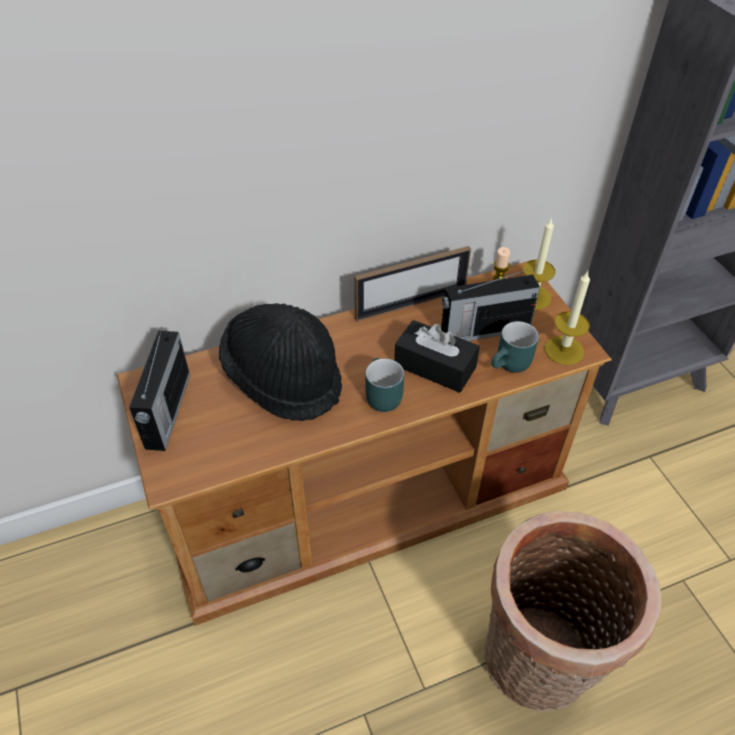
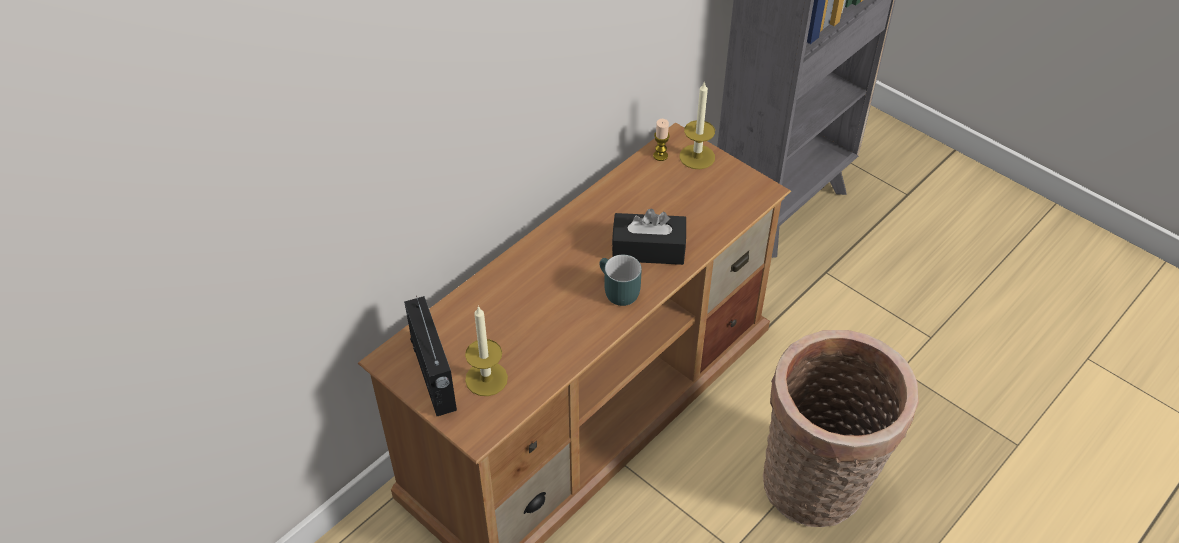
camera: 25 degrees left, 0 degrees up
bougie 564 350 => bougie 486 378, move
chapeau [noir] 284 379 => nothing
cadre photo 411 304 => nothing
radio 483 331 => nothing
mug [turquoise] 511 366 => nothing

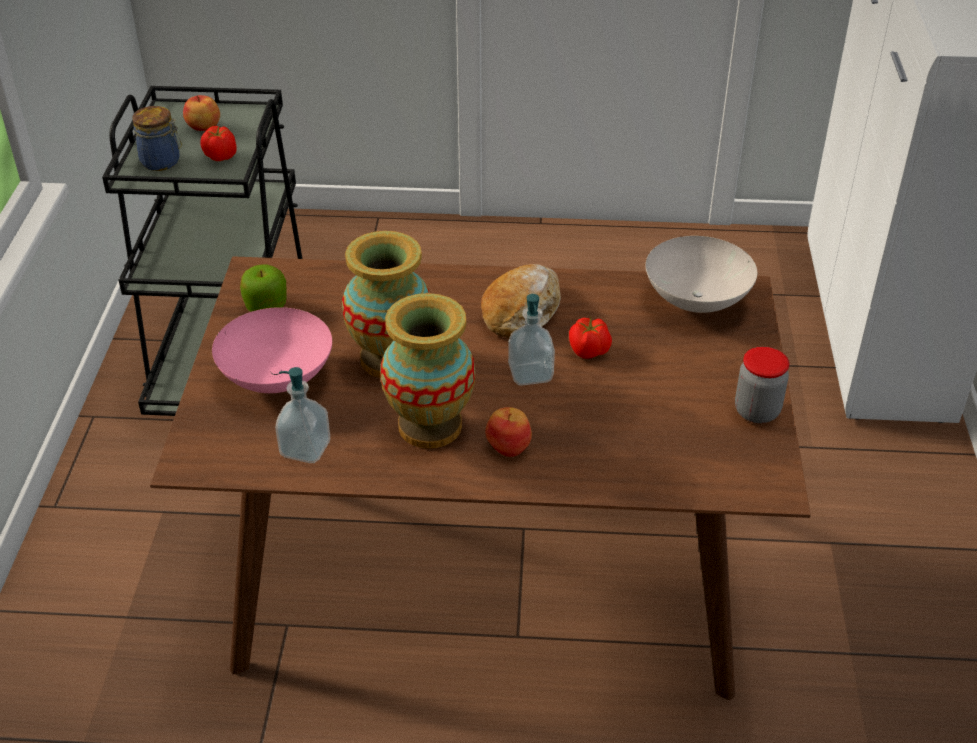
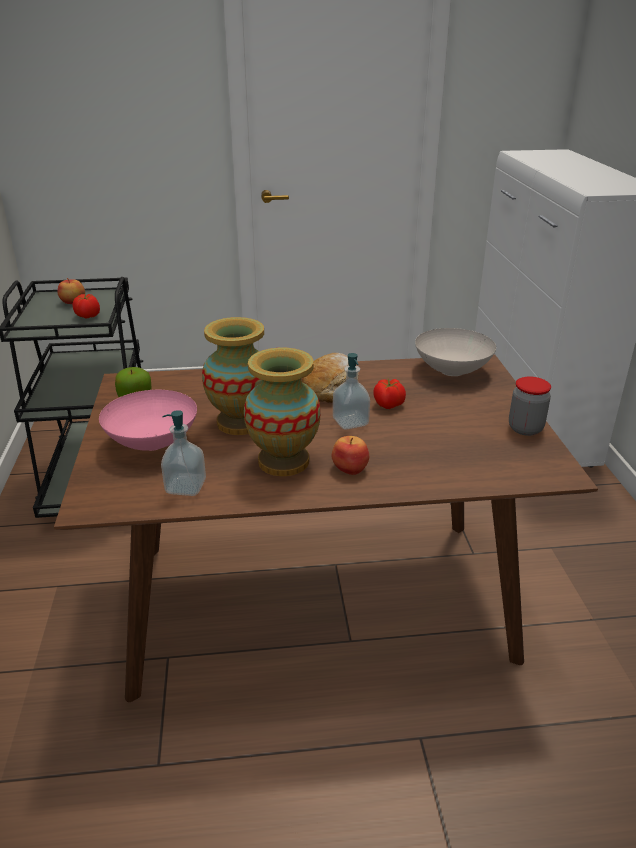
camera: 10 degrees left, 10 degrees down
bocal 162 162 => nothing

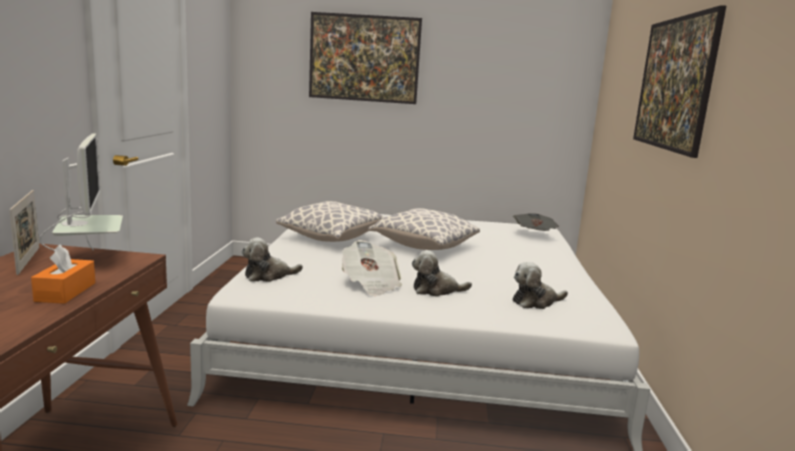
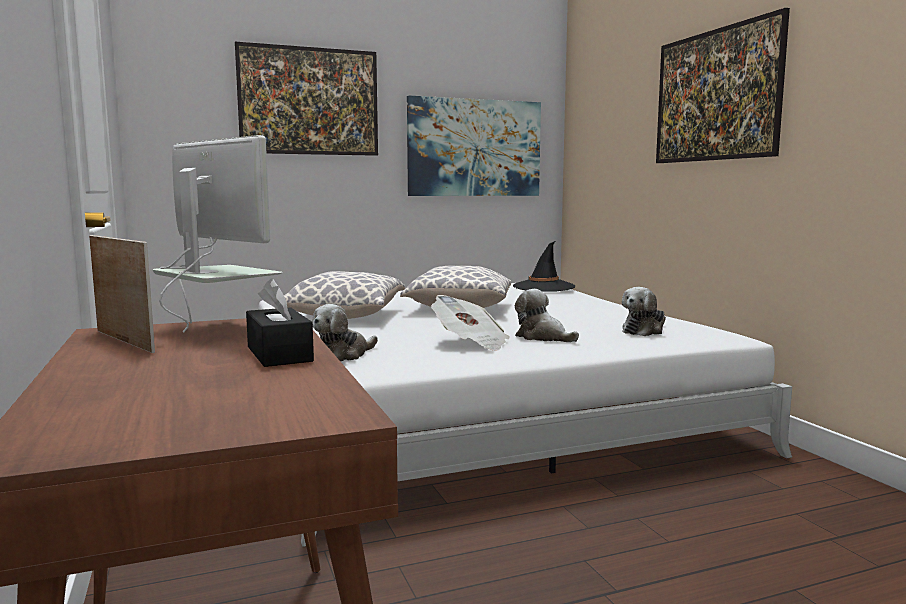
camera: 25 degrees left, 5 degrees down
boîte à mouchoirs [orange] 65 292 => boîte à mouchoirs [noir] 279 354
nothing => tableau 474 148
journal 534 234 => chapeau [noir] 543 287
peluche 436 290 => peluche 543 337, 75 degrees clockwise

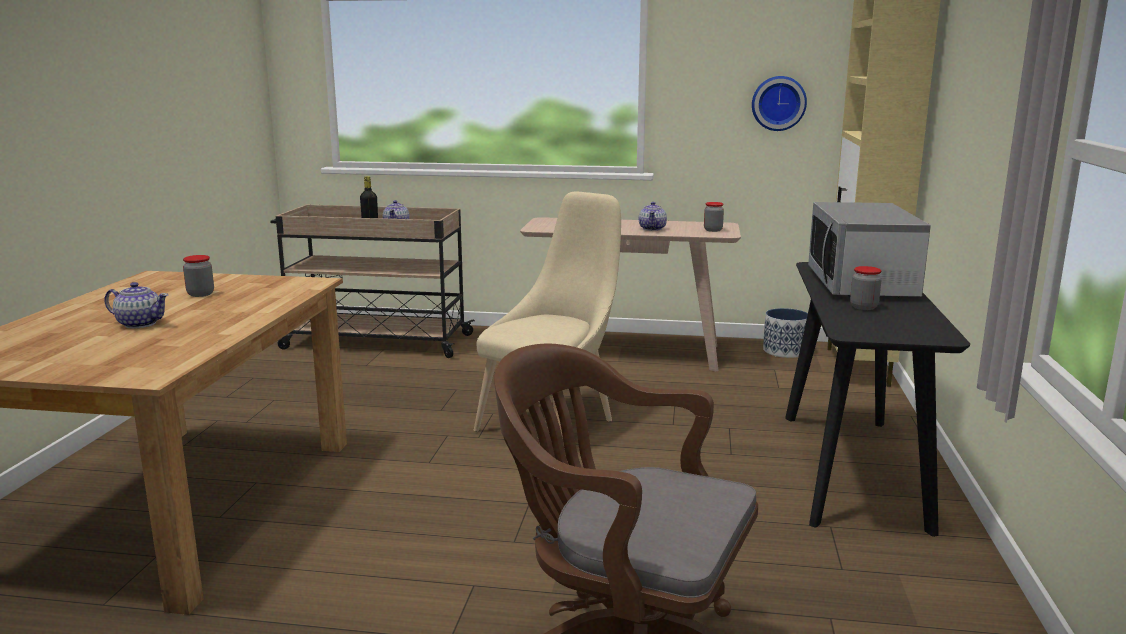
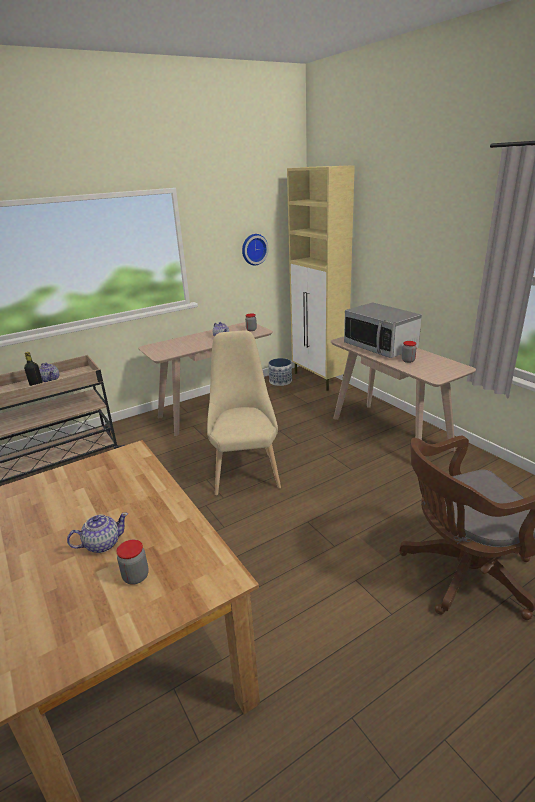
camera: 40 degrees left, 10 degrees up
bocal 200 294 => bocal 136 576, move
table console [noir] 852 468 => table console [beige] 390 433

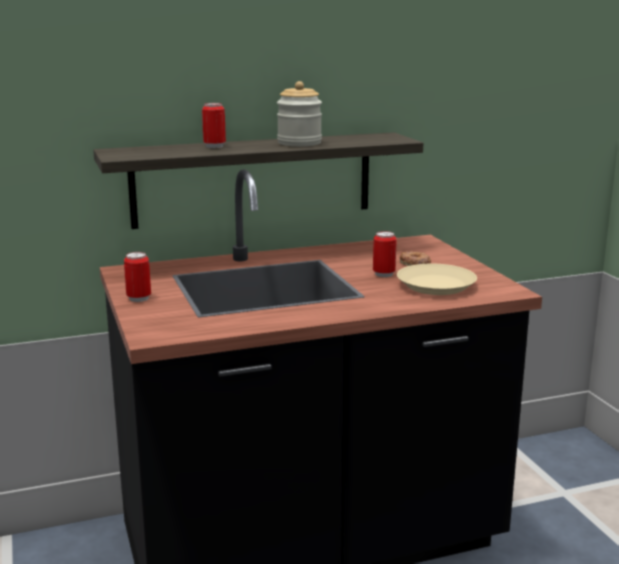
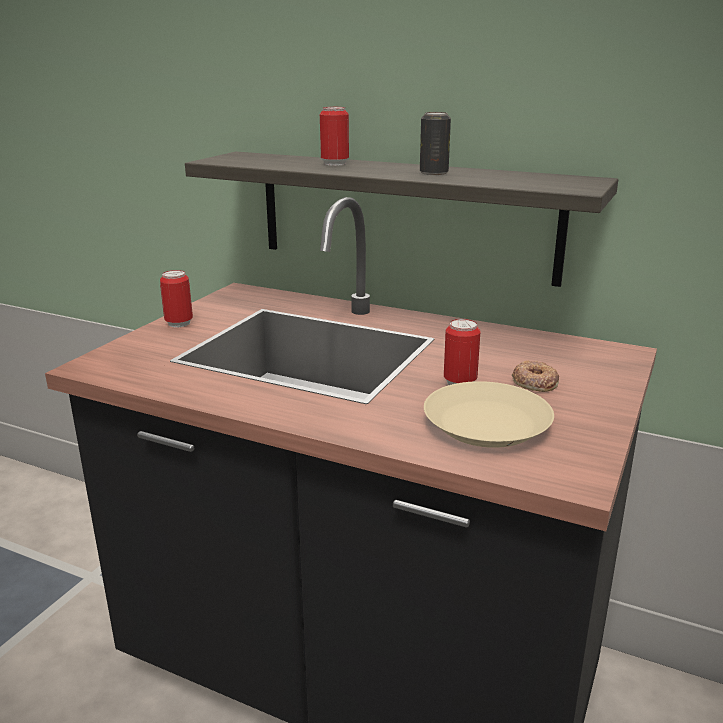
camera: 45 degrees right, 5 degrees up
bocal 299 143 => boîte métallique 433 173

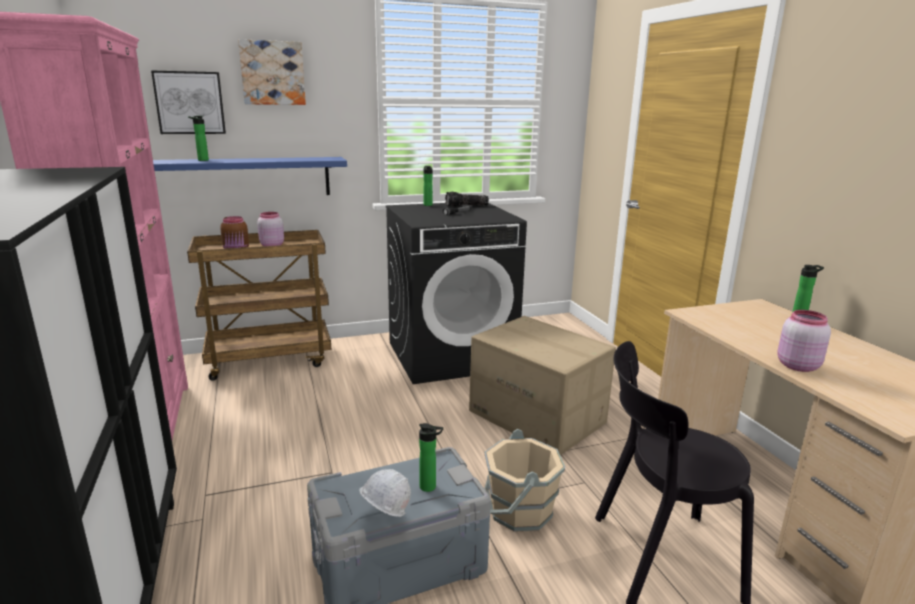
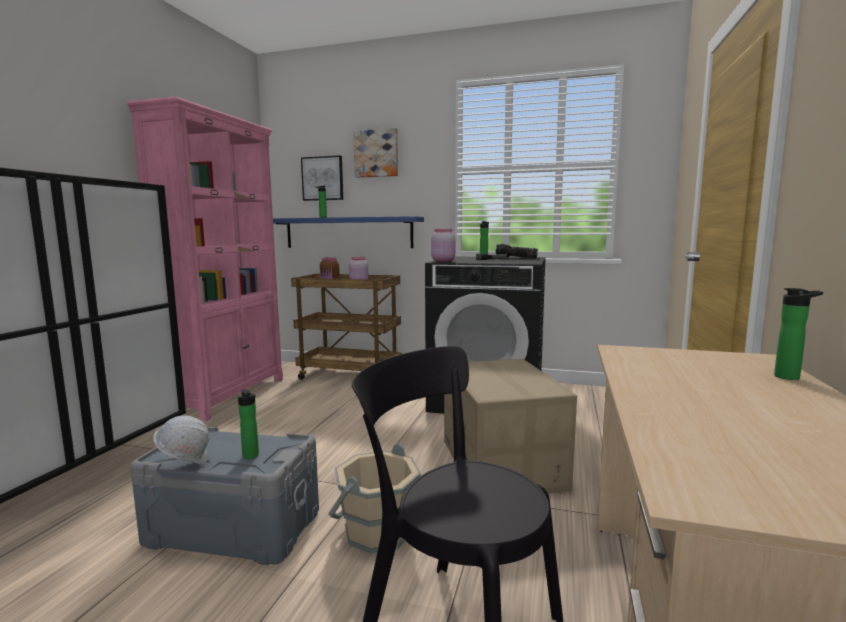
camera: 35 degrees right, 10 degrees down
bocal [rose] 796 365 => bocal [rose] 443 261, move

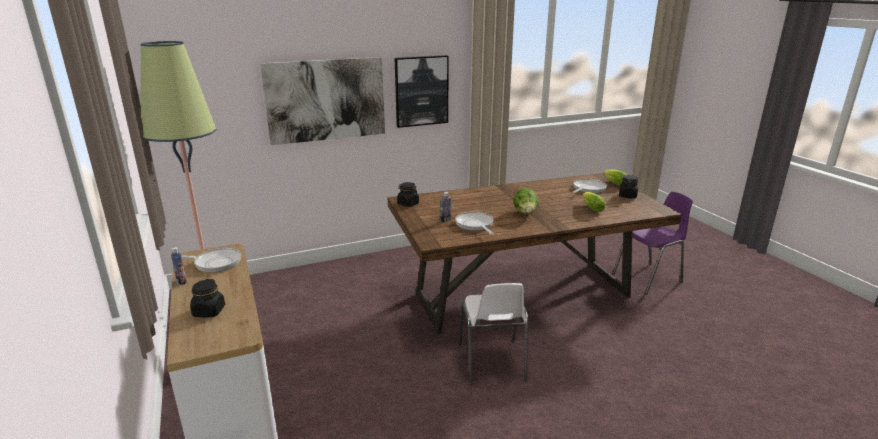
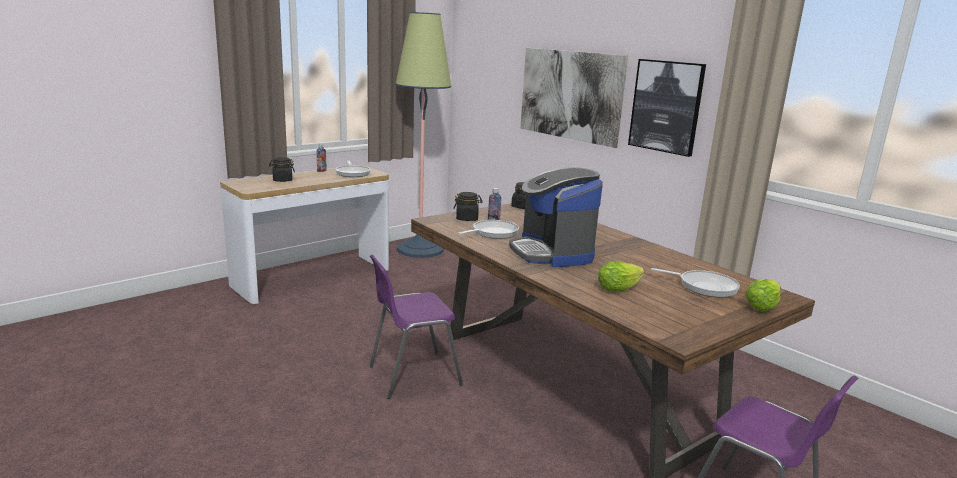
camera: 70 degrees right, 5 degrees down
chaise [blanc] 492 363 => chaise [violet] 412 375
bocal [noir] 627 196 => bocal [noir] 467 218, move
laitue 525 214 => machine à café 552 253

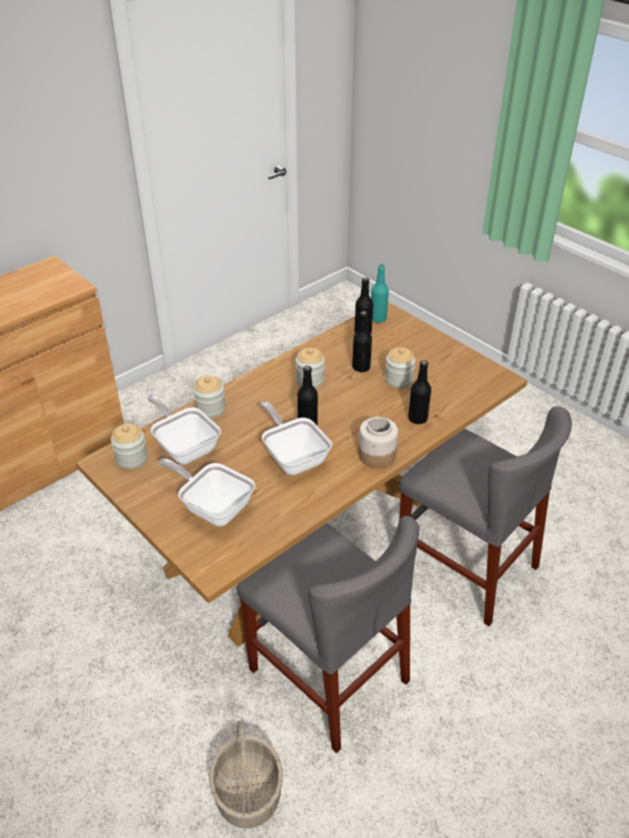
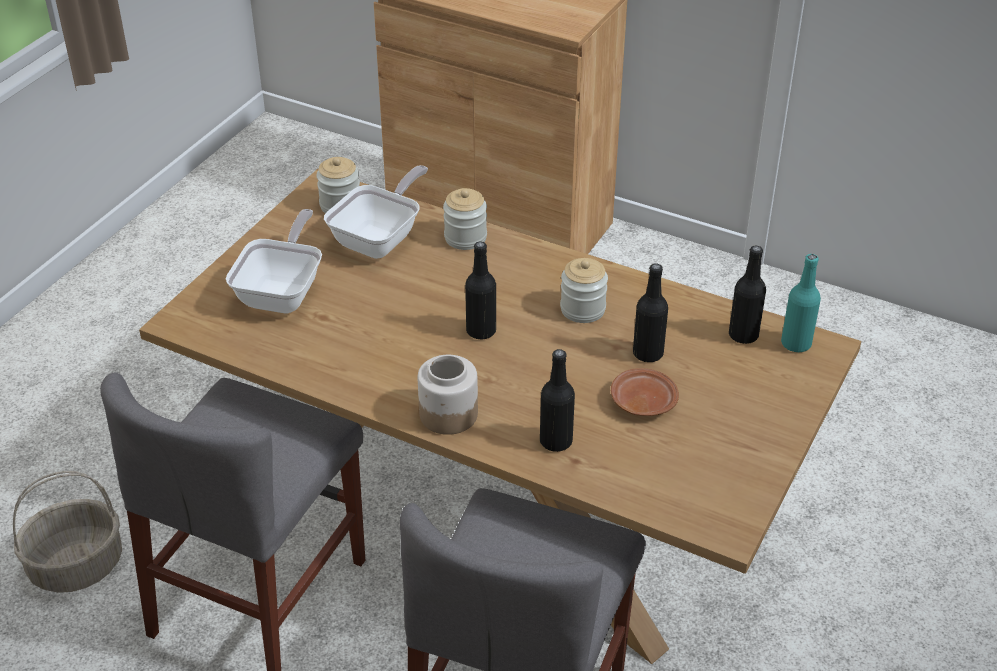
camera: 70 degrees right, 0 degrees up
bocal 399 380 => assiette [marron] 642 401
poêle 293 457 => nothing

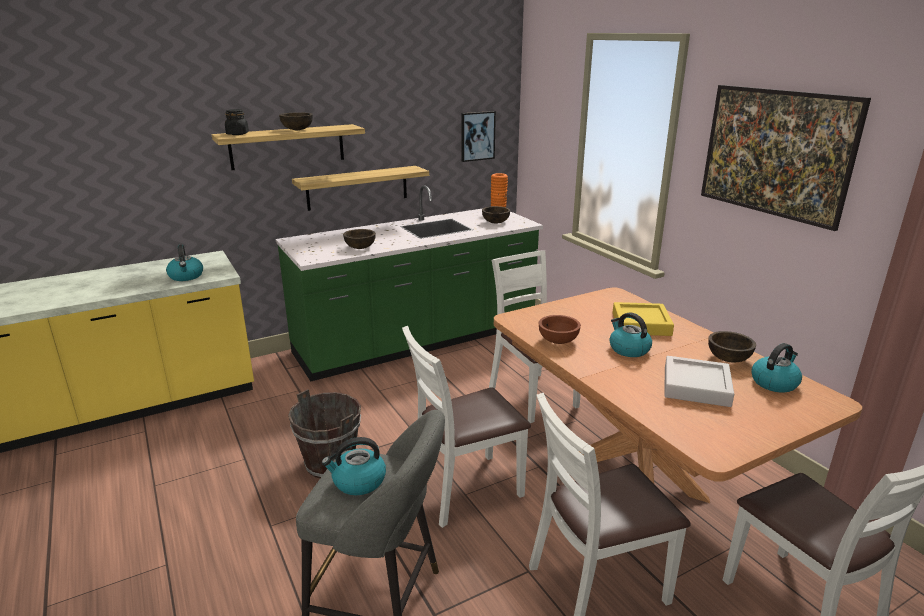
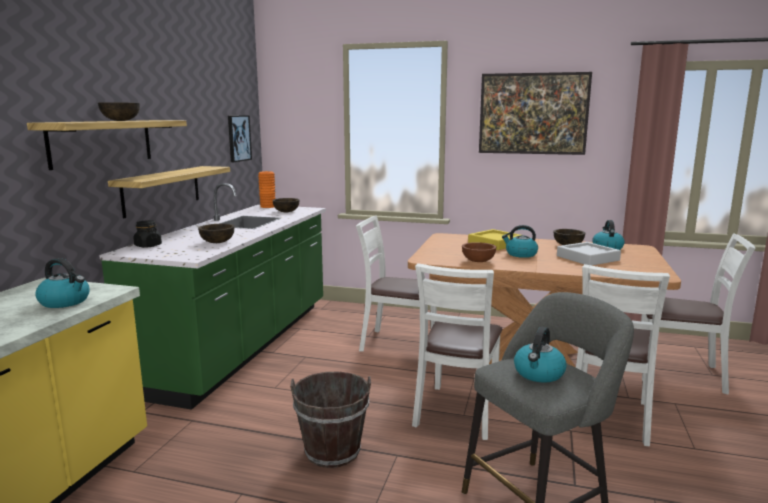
camera: 45 degrees left, 10 degrees down
bocal [noir] 237 134 => bocal [noir] 148 246, move

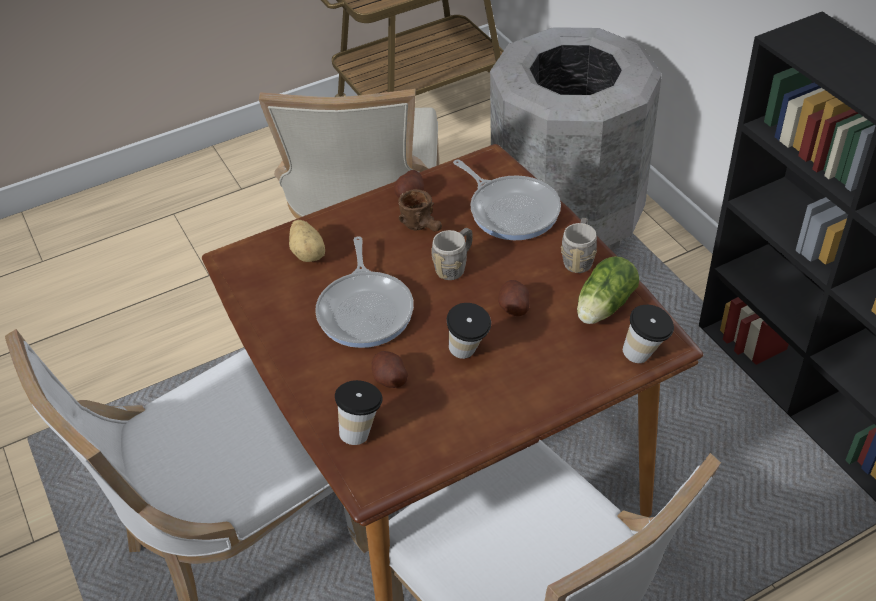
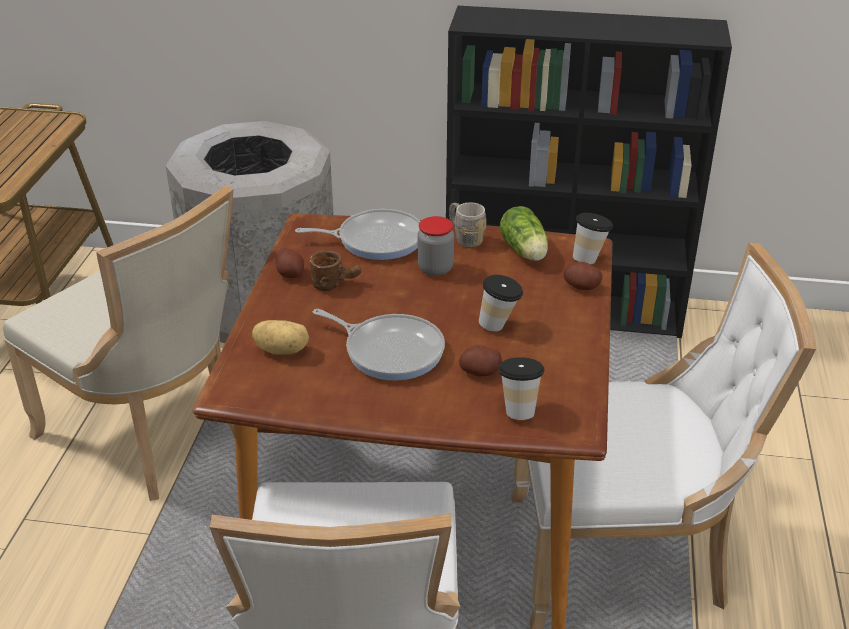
camera: 55 degrees left, 10 degrees down
nothing => bocal 435 269
pomme de terre 514 307 => pomme de terre 581 286, move
mug [gris] 455 266 => nothing

